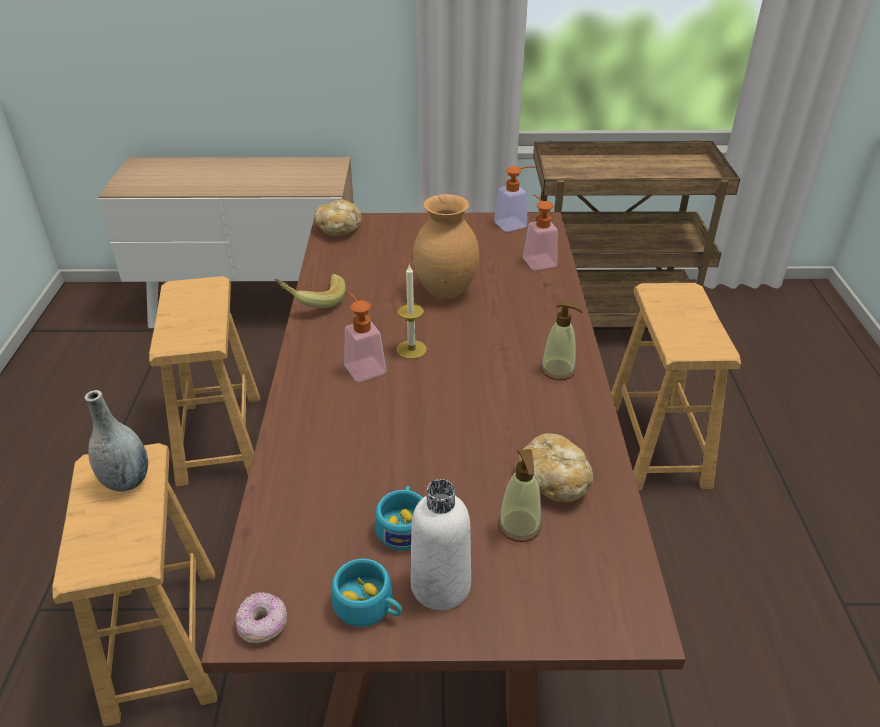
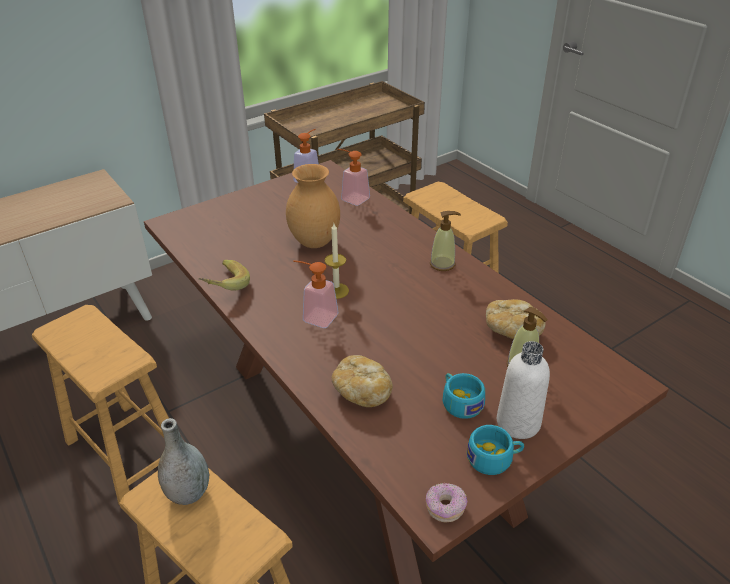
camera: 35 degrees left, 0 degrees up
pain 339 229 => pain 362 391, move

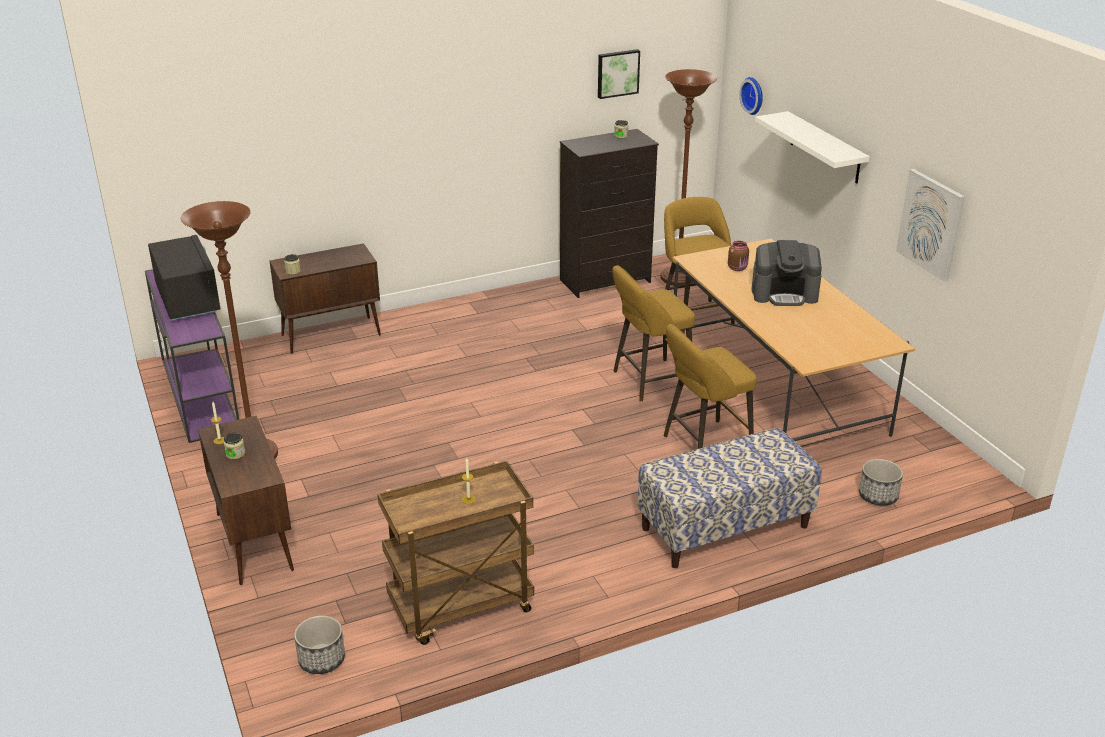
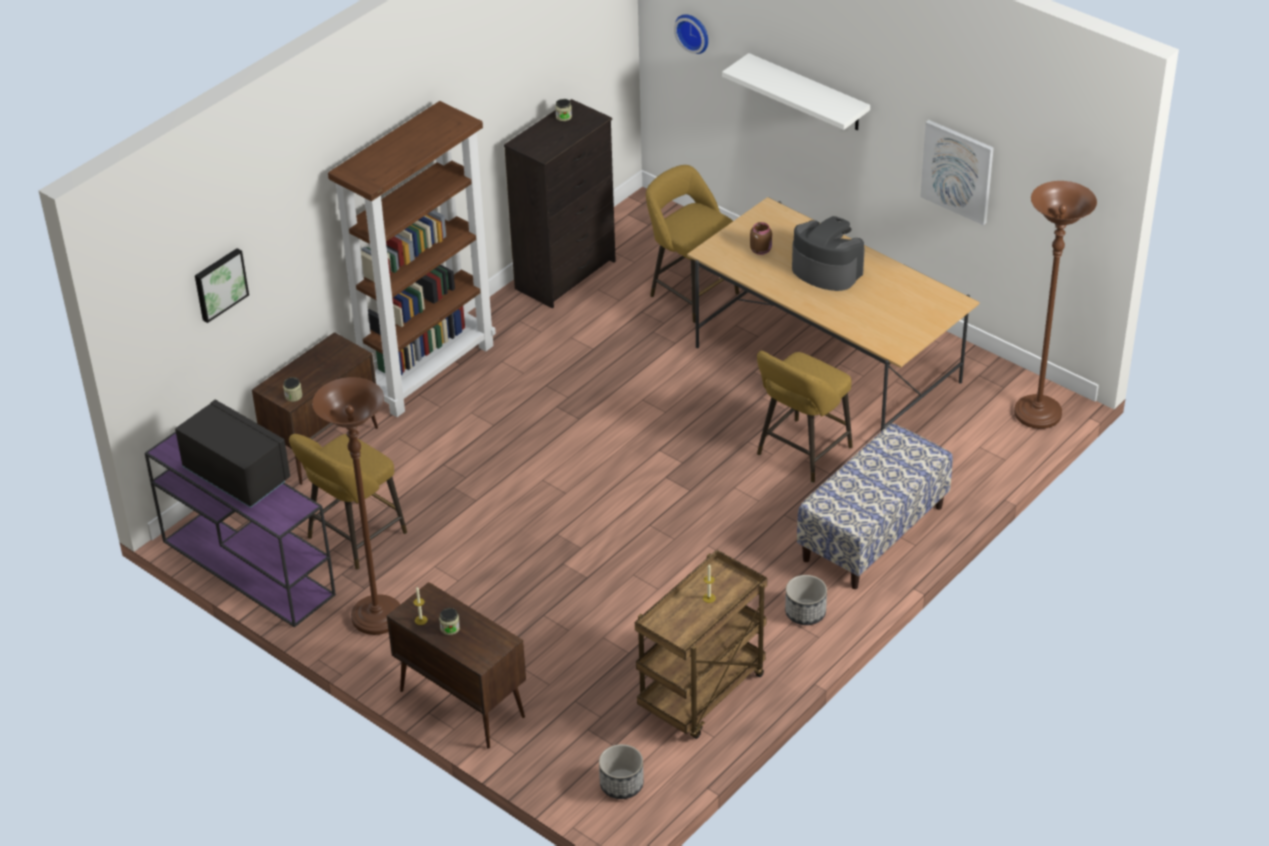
camera: 25 degrees left, 10 degrees up
tableau 617 73 => tableau 219 284, move
tabouret [jaune] 648 381 => tabouret [jaune] 353 538, move
nothing => bibliothèque [marron] 429 370
cache-pot 877 496 => cache-pot 805 612, move
machine à café 784 293 => machine à café 826 270, 120 degrees counterclockwise
lampadaire [marron] 678 278 => lampadaire [marron] 1037 414, move

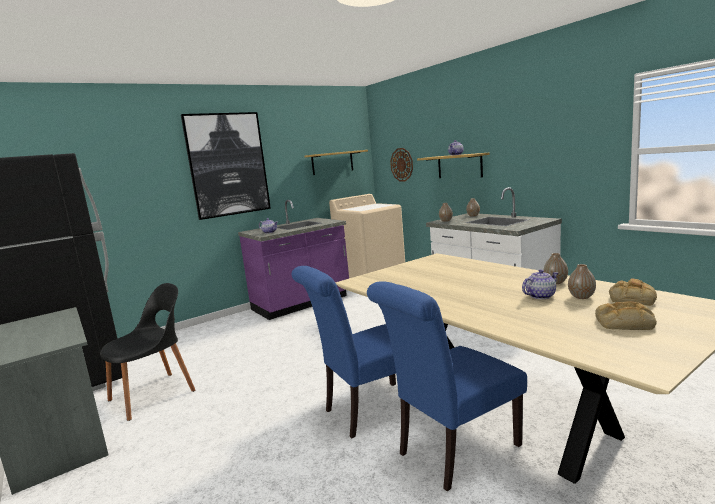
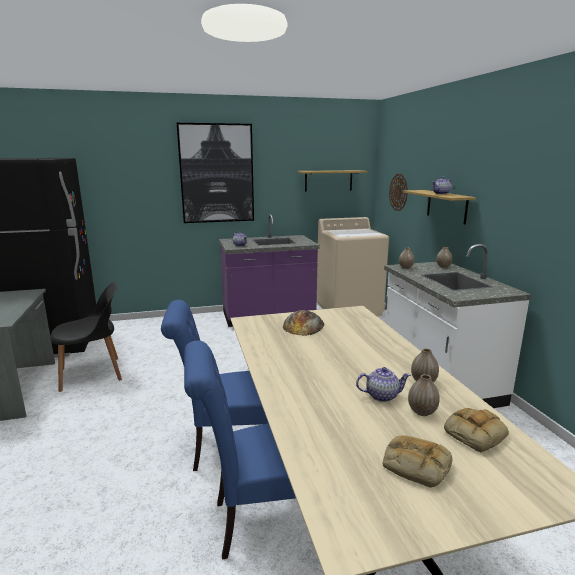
camera: 20 degrees right, 5 degrees up
nothing => pain 303 325

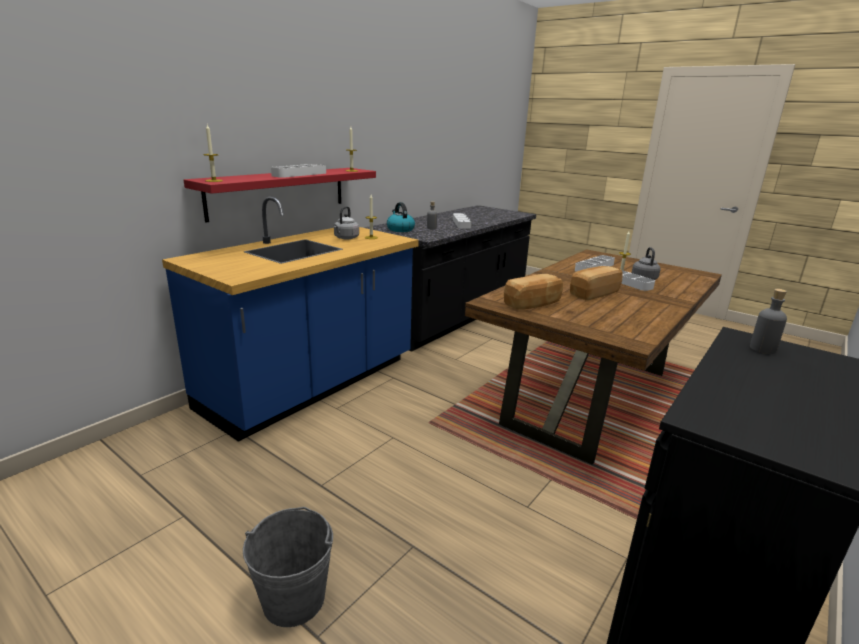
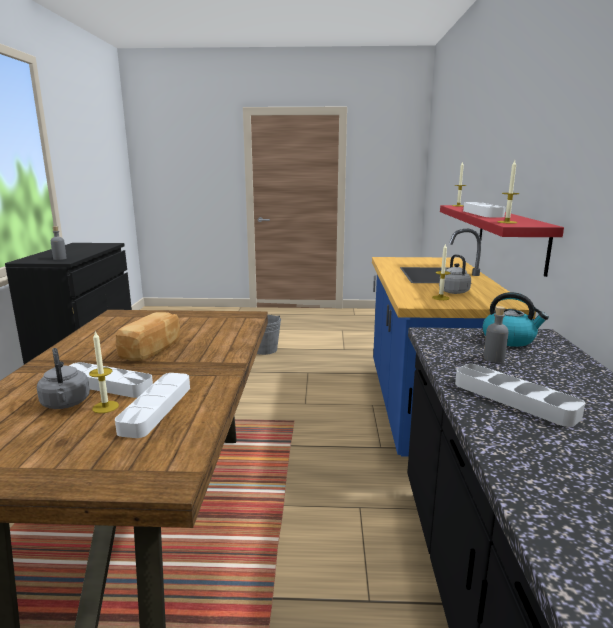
camera: 145 degrees right, 5 degrees down
pain 533 304 => nothing

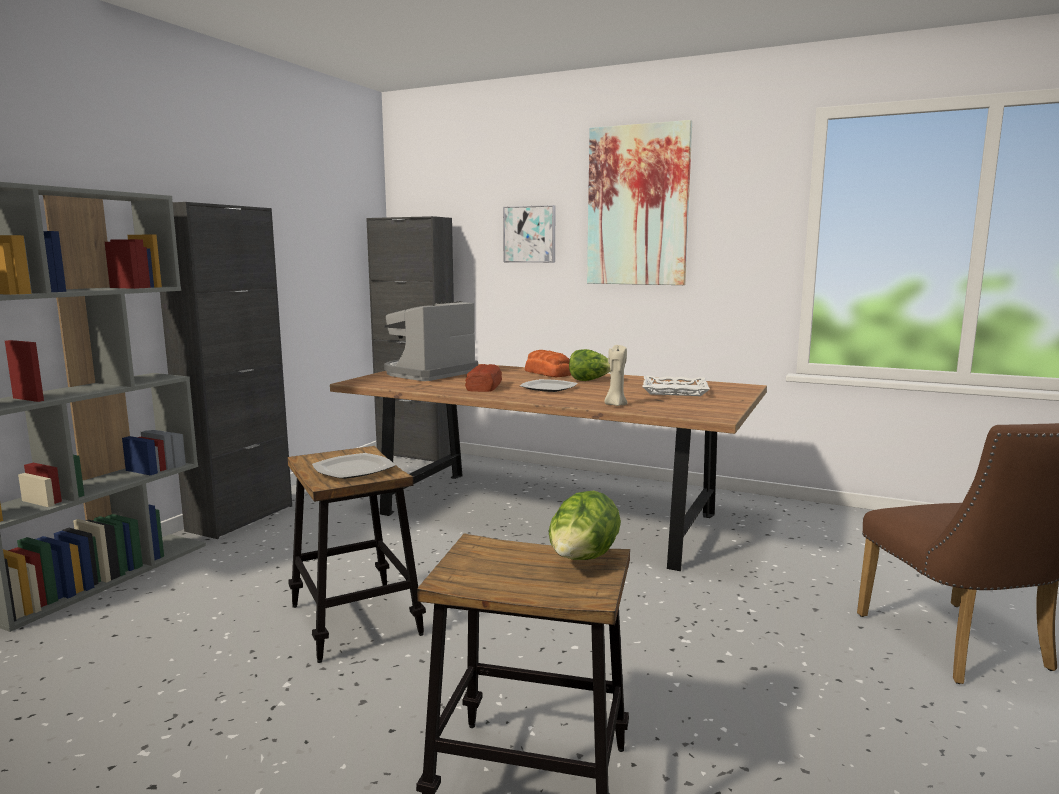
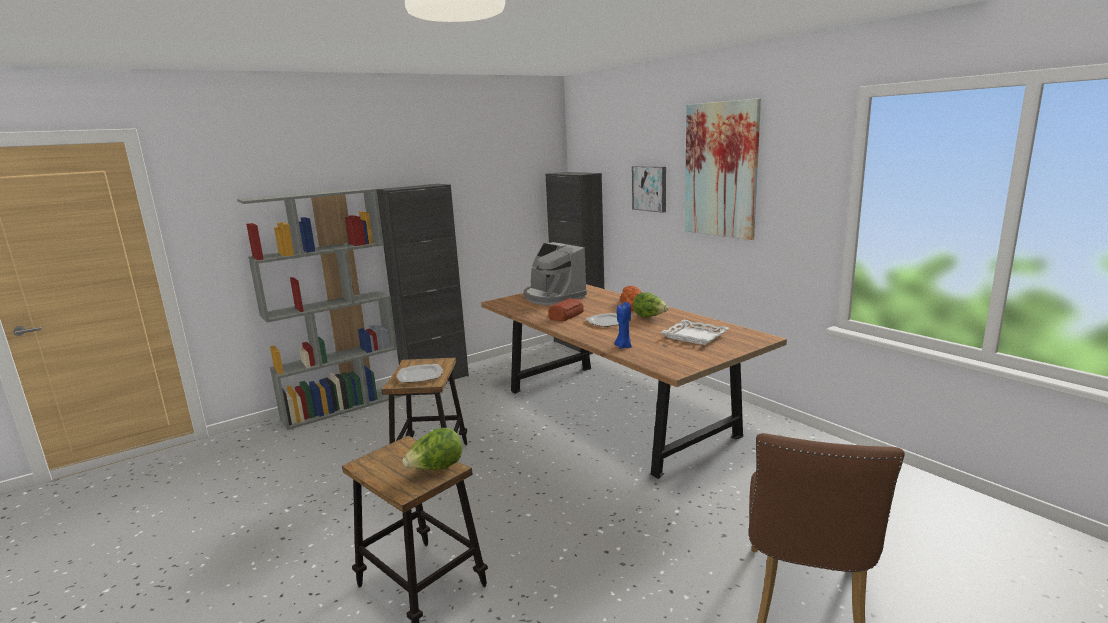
camera: 30 degrees right, 5 degrees up
machine à café 429 373 => machine à café 553 297, 105 degrees counterclockwise
bougie [beige] 615 405 => bougie [bleu] 623 346

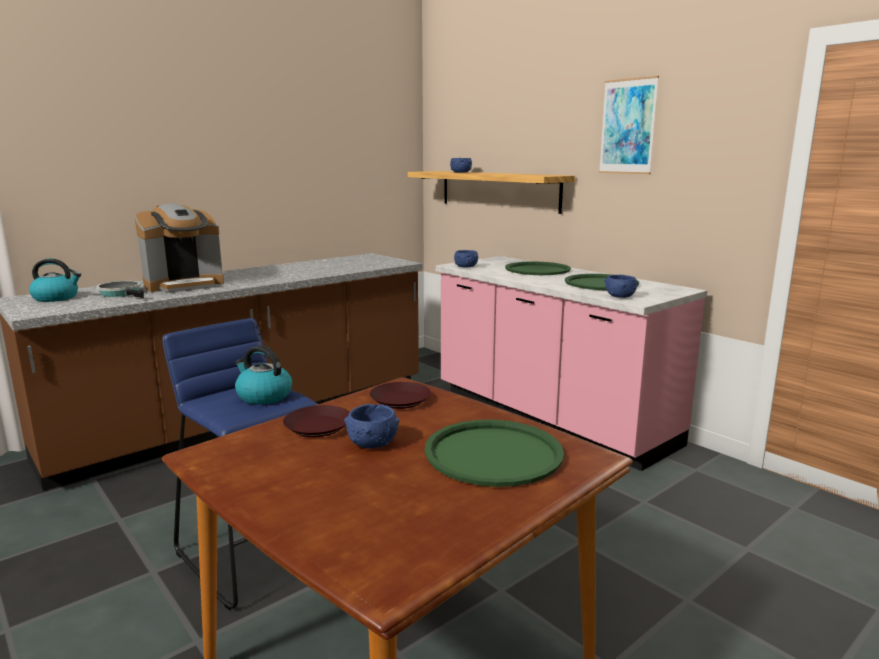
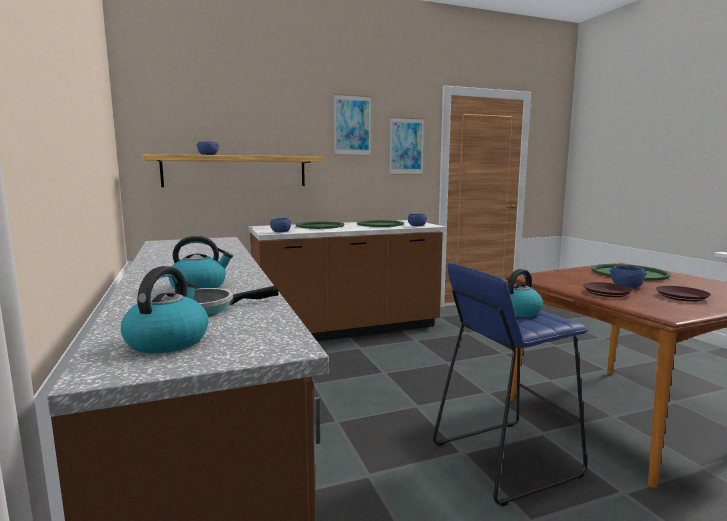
camera: 70 degrees left, 5 degrees down
machine à café 184 285 => bouilloire 199 286
comptoir de cuisine [rose] 550 418 => comptoir de cuisine [marron] 347 330
nothing => tableau 406 146
assiette [marron] 399 400 => assiette [marron] 681 297, move

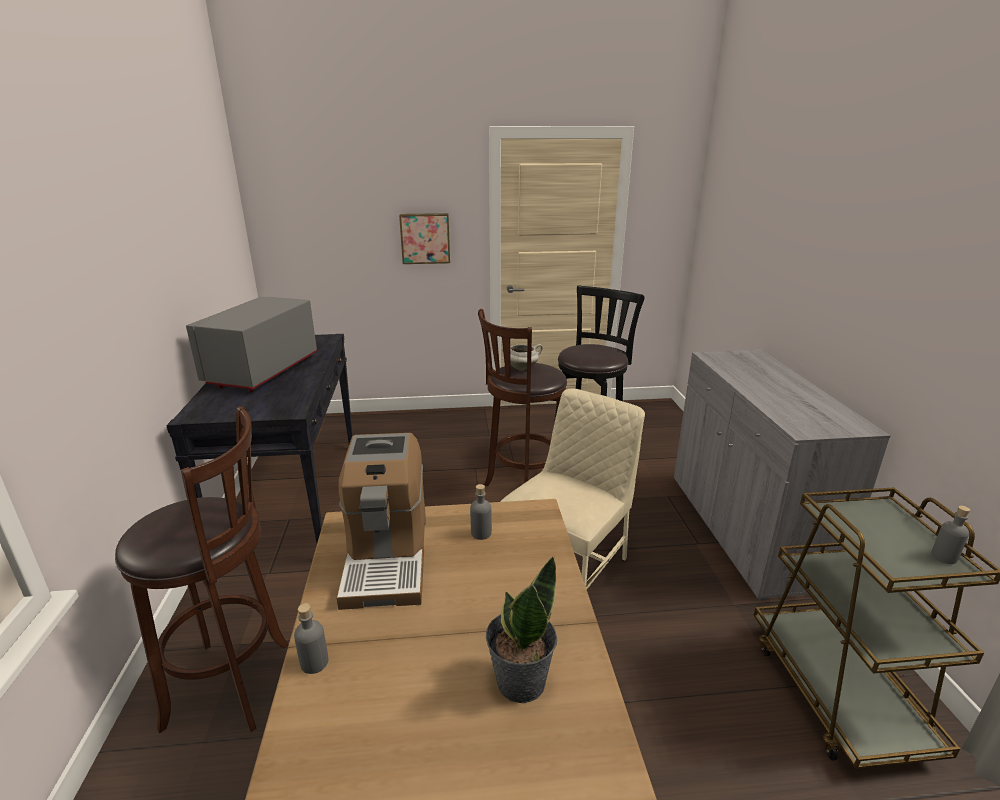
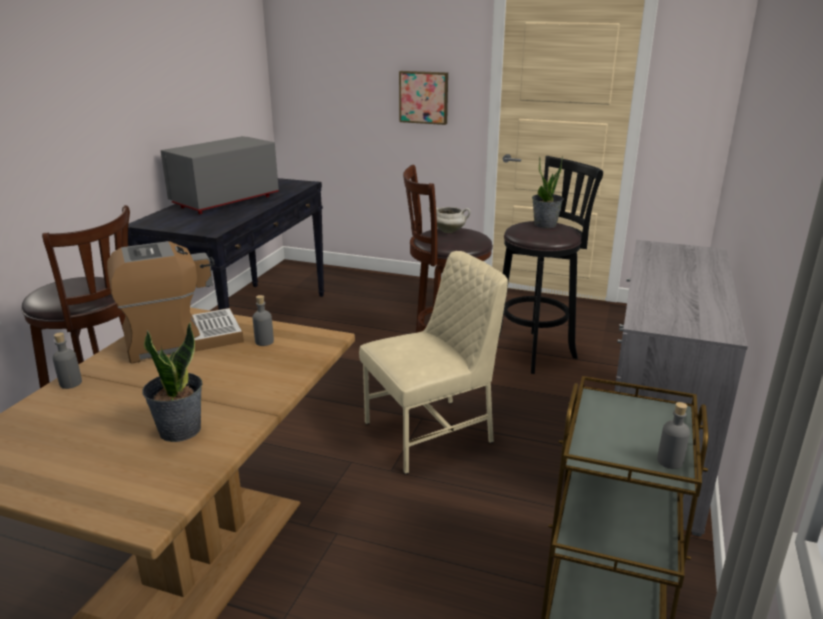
camera: 25 degrees right, 0 degrees up
machine à café 386 557 => machine à café 180 340, 135 degrees counterclockwise
nothing => plante en pot 545 225

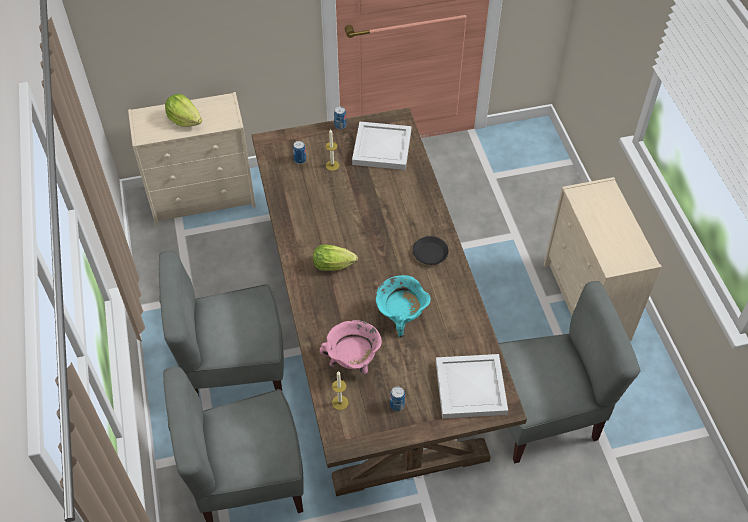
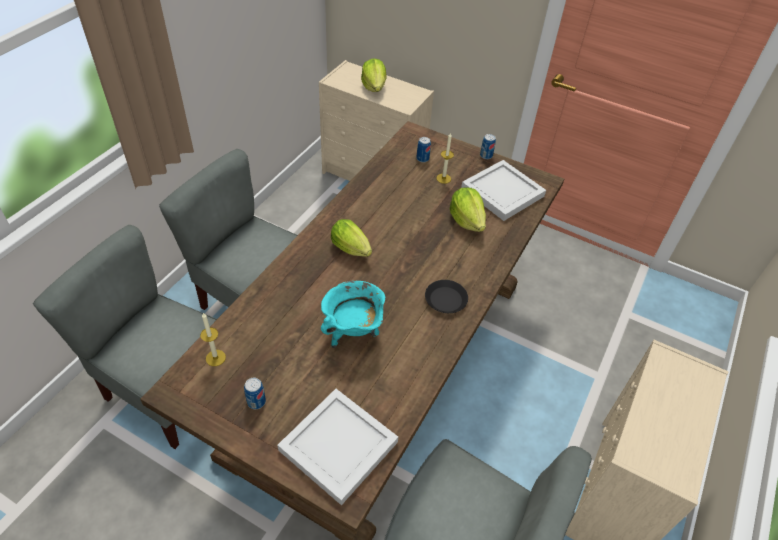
camera: 40 degrees right, 5 degrees down
nothing => laitue 466 220
marmite [rose] 353 362 => nothing

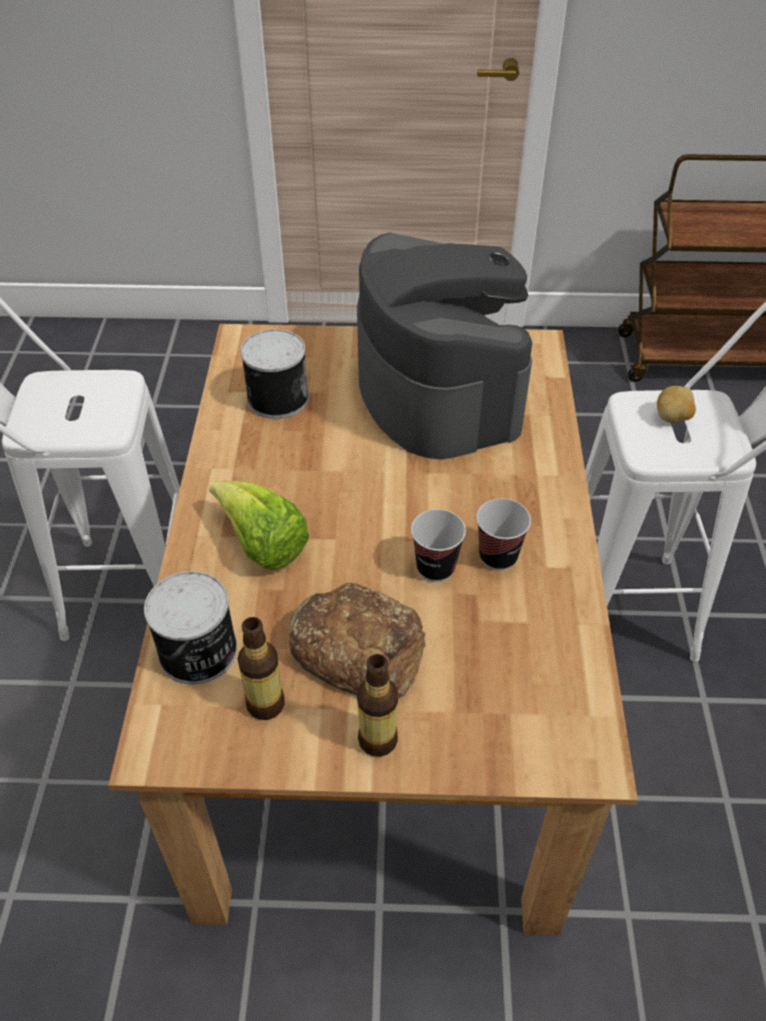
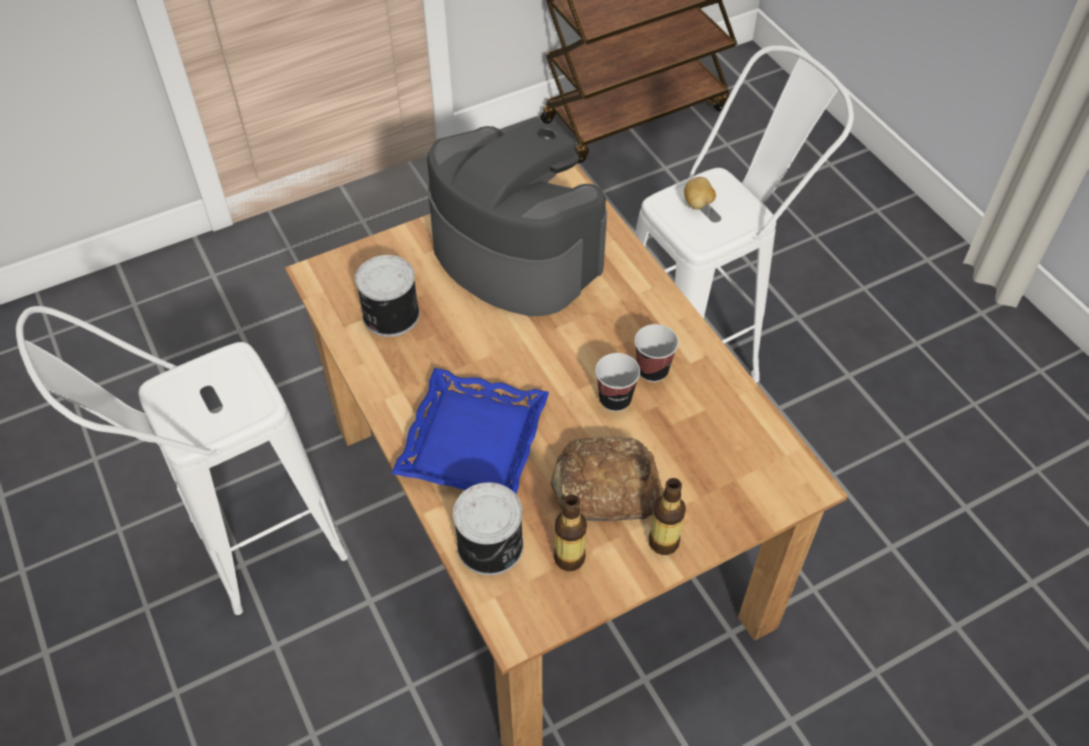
camera: 30 degrees left, 5 degrees up
laitue 262 544 => plateau [bleu] 474 442

